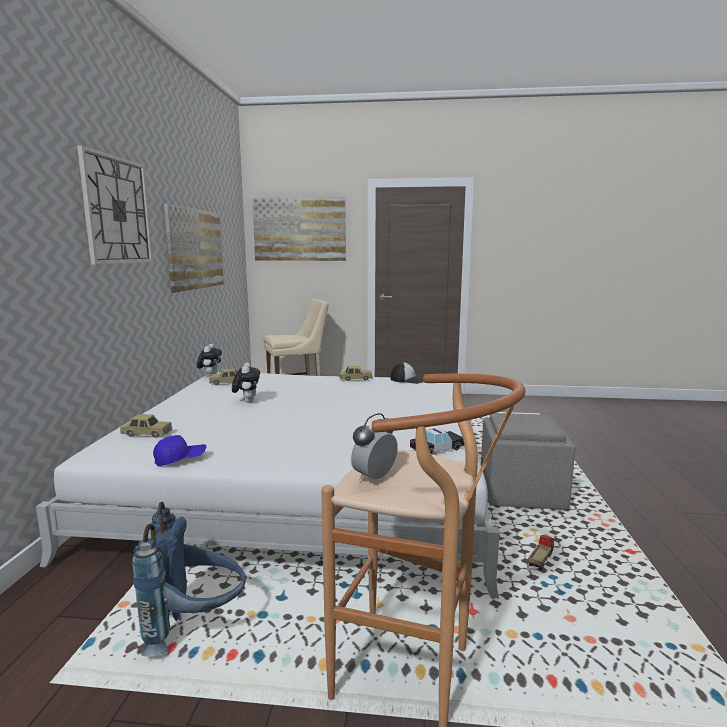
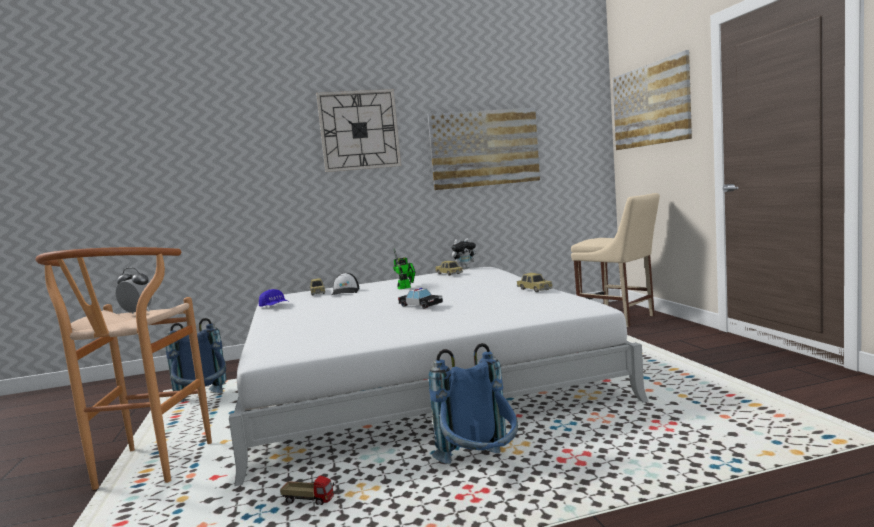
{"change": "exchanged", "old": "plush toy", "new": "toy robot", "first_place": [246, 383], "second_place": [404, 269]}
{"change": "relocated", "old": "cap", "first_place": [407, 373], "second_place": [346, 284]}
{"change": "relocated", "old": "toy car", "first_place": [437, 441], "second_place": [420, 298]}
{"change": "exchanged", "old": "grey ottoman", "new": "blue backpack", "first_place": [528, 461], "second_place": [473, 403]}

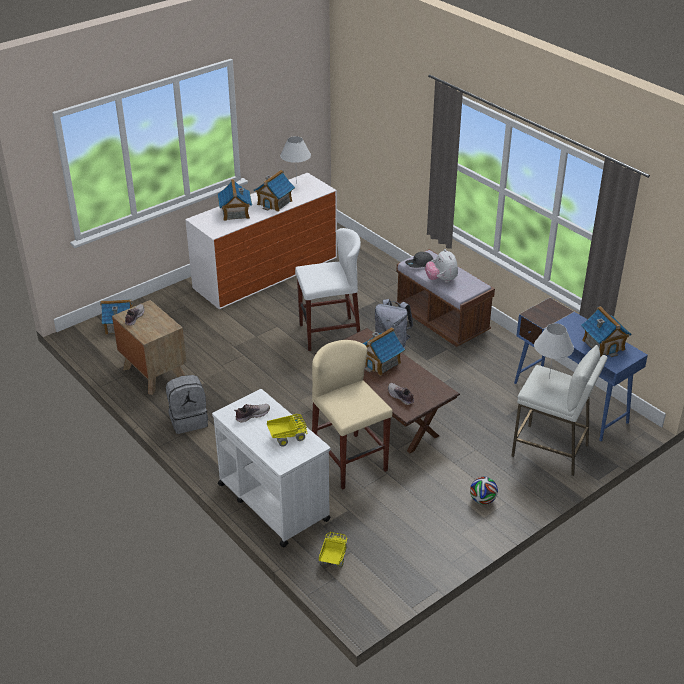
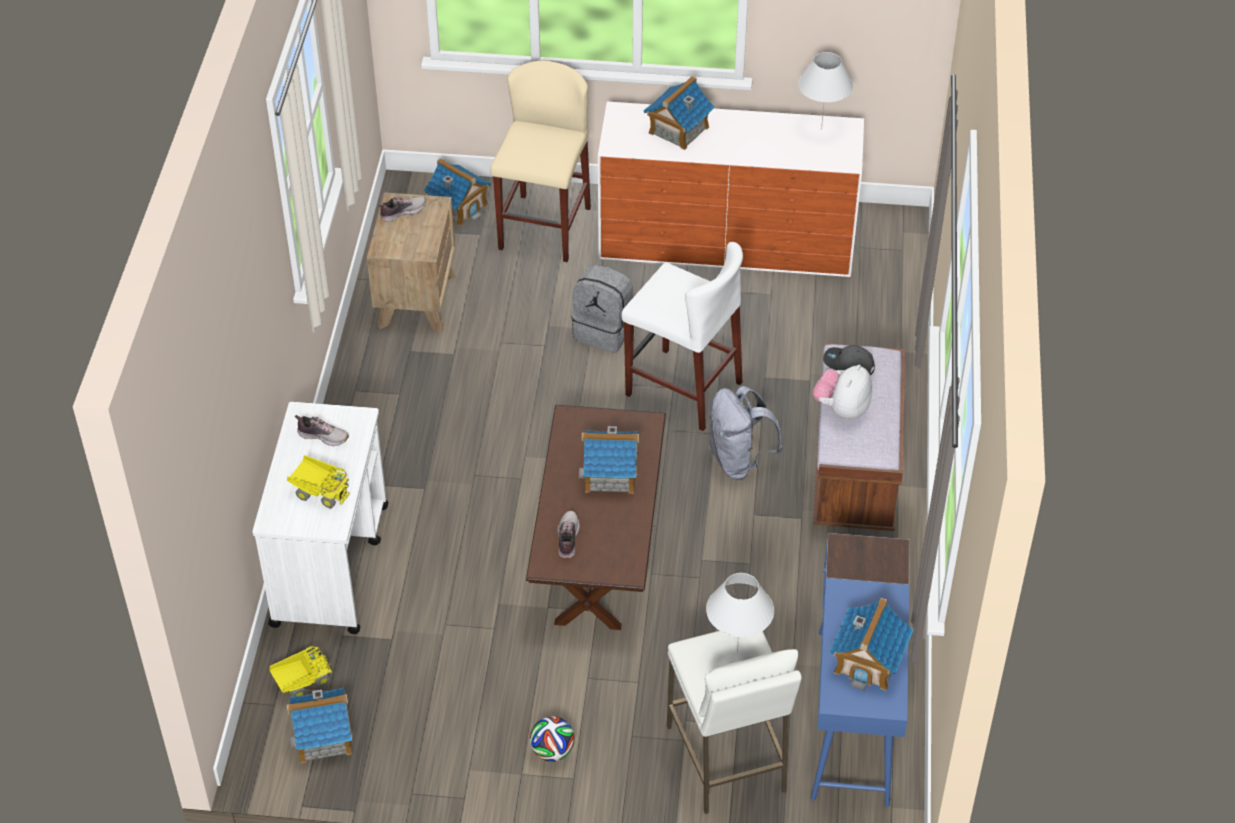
{"change": "relocated", "old": "grey backpack", "first_place": [187, 404], "second_place": [602, 309]}
{"change": "relocated", "old": "toy house", "first_place": [274, 191], "second_place": [319, 725]}
{"change": "relocated", "old": "beige stool", "first_place": [352, 415], "second_place": [540, 161]}

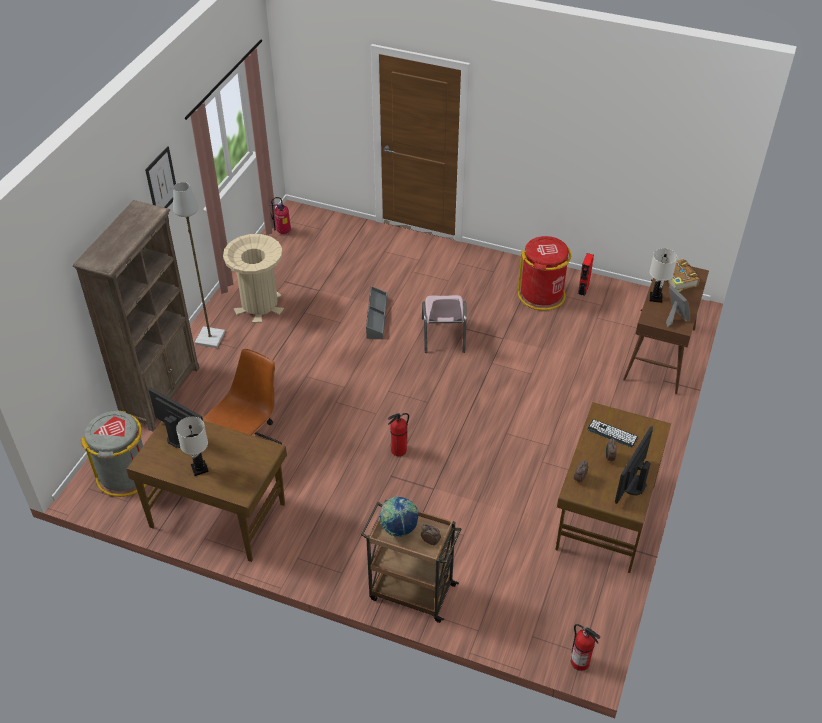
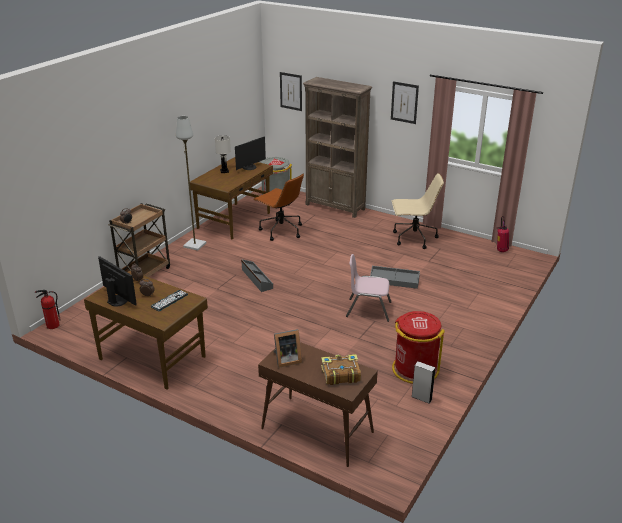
{"change": "relocated", "old": "grey floor lamp", "first_place": [199, 265], "second_place": [191, 183]}
{"change": "exchanged", "old": "beige trash can", "new": "beige office chair", "first_place": [253, 278], "second_place": [418, 211]}
{"change": "missing", "old": "globe", "first_place": [399, 516]}
{"change": "exchanged", "old": "fire extinguisher", "new": "grey storage box", "first_place": [398, 434], "second_place": [257, 275]}
{"change": "colour", "old": "red speaker", "new": "grey speaker", "first_place": [586, 274], "second_place": [424, 382]}
{"change": "missing", "old": "white table lamp", "first_place": [663, 275]}
{"change": "appeared", "new": "picture", "second_place": [291, 91]}

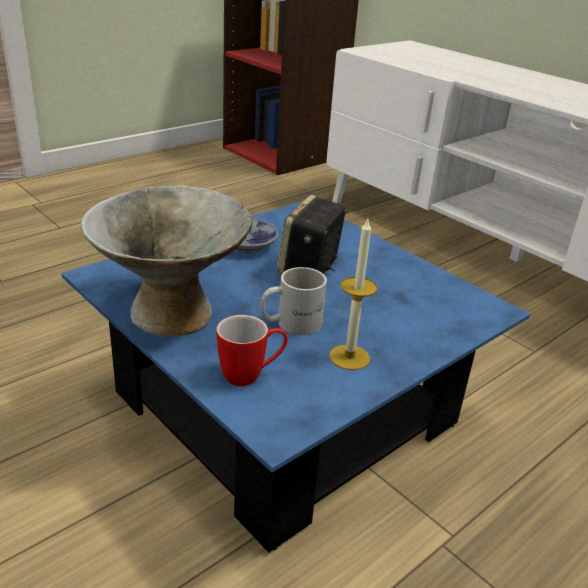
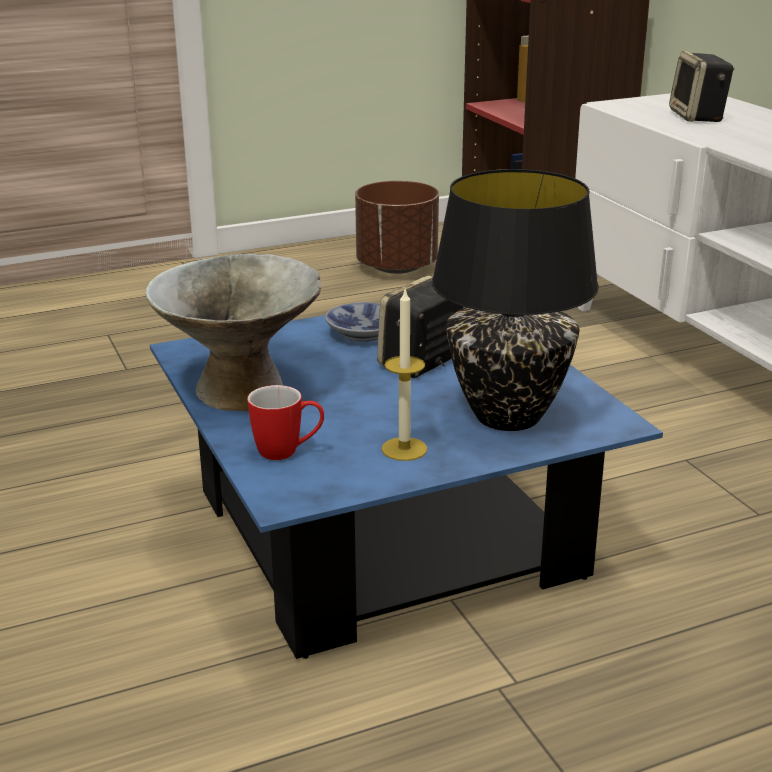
{"change": "missing", "old": "white mug", "first_place": [293, 301]}
{"change": "appeared", "new": "brown planter", "second_place": [397, 227]}
{"change": "appeared", "new": "black table lamp", "second_place": [515, 300]}
{"change": "appeared", "new": "speaker", "second_place": [701, 86]}

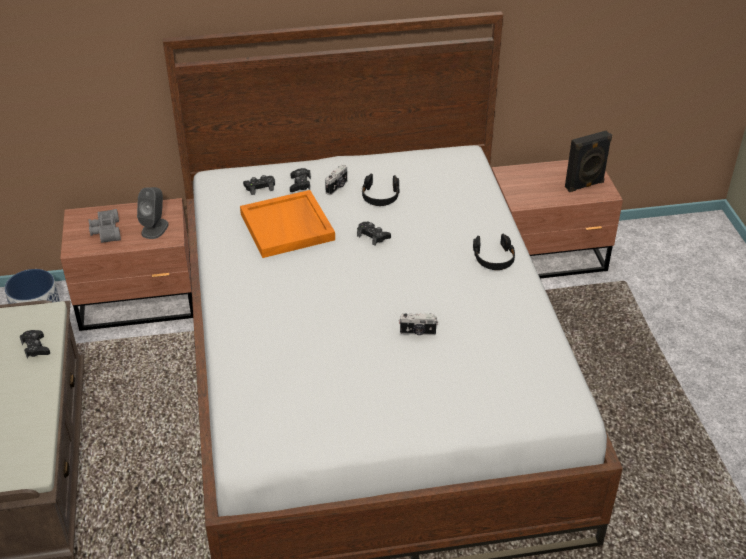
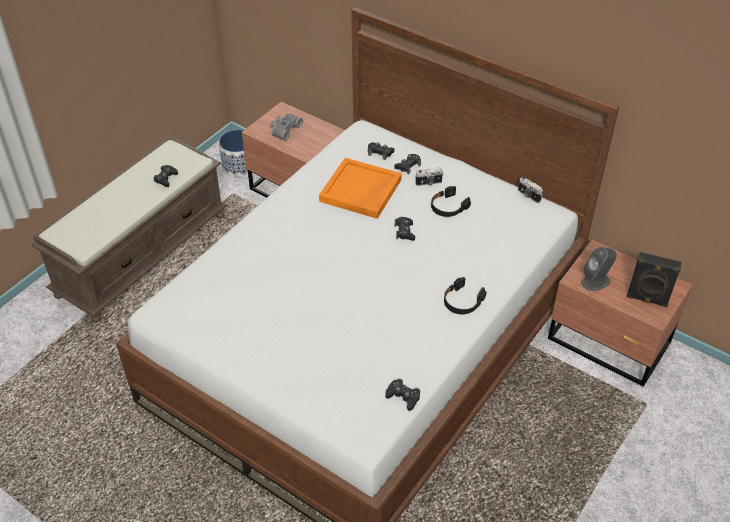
{"change": "relocated", "old": "grey speaker", "first_place": [152, 213], "second_place": [599, 269]}
{"change": "relocated", "old": "photo camera", "first_place": [418, 324], "second_place": [530, 190]}
{"change": "appeared", "new": "black game controller", "second_place": [402, 395]}

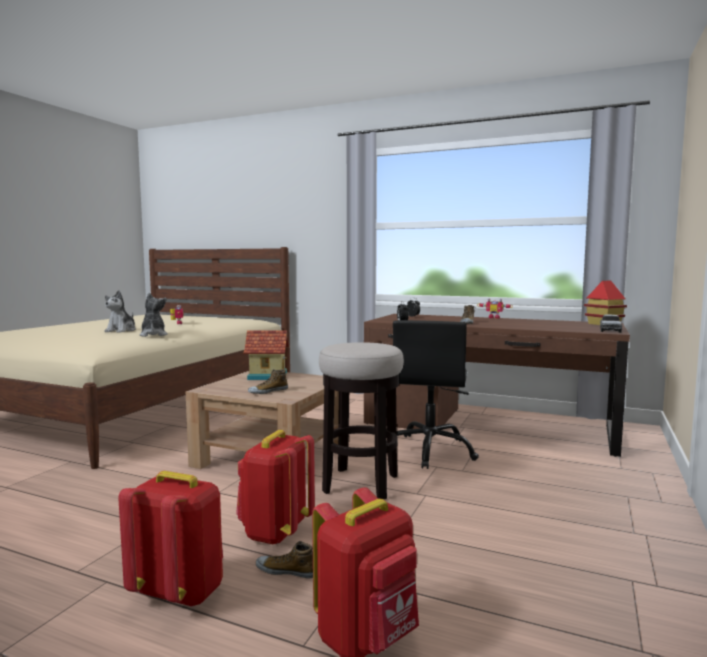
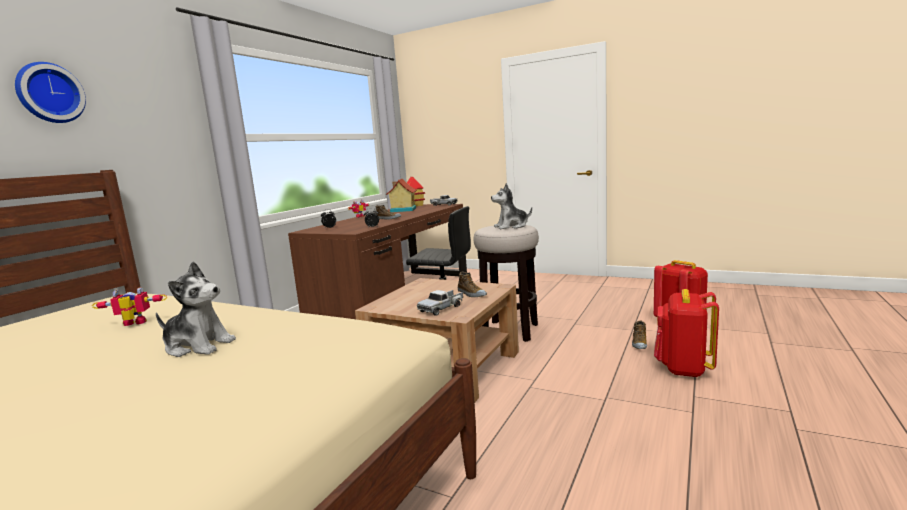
{"change": "relocated", "old": "plush toy", "first_place": [153, 315], "second_place": [511, 206]}
{"change": "missing", "old": "red backpack", "first_place": [275, 487]}
{"change": "relocated", "old": "toy house", "first_place": [266, 355], "second_place": [401, 195]}
{"change": "appeared", "new": "wall clock", "second_place": [50, 92]}
{"change": "appeared", "new": "toy truck", "second_place": [440, 303]}

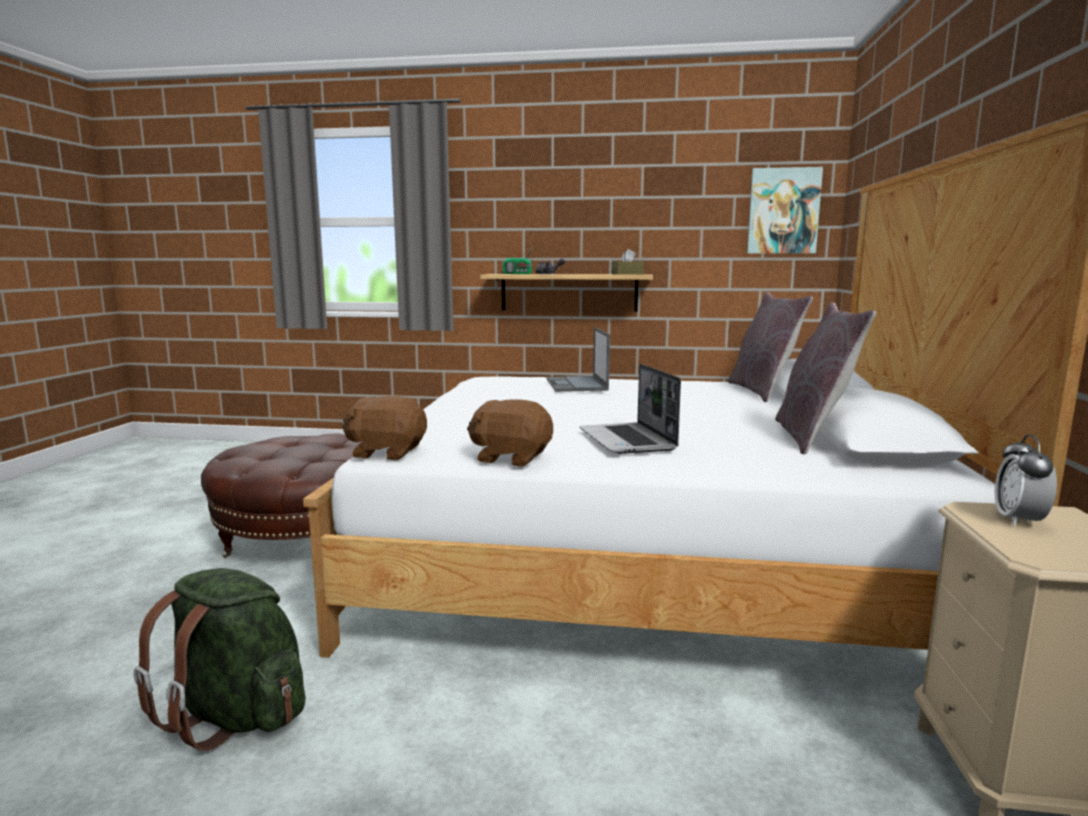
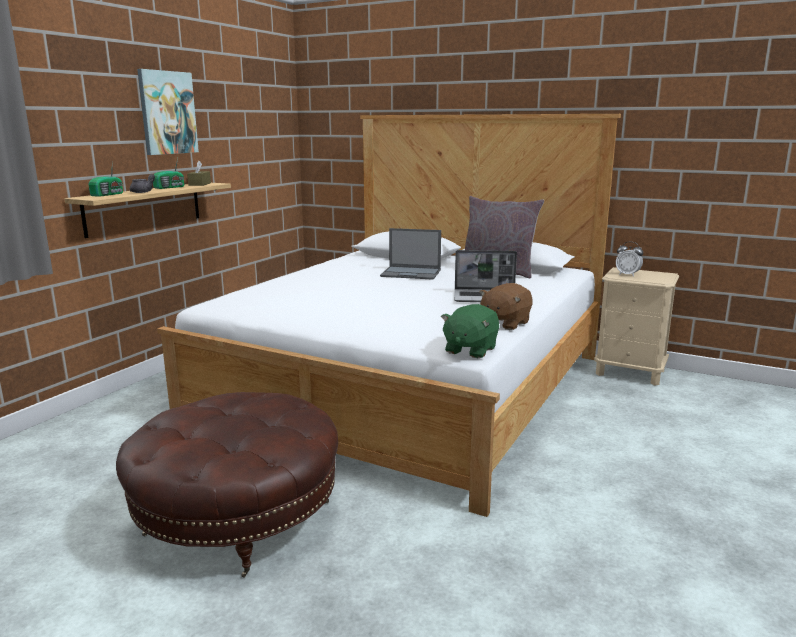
{"change": "missing", "old": "green backpack", "first_place": [219, 659]}
{"change": "colour", "old": "brown plush toy", "new": "green plush toy", "first_place": [384, 428], "second_place": [470, 331]}
{"change": "relocated", "old": "laptop", "first_place": [578, 359], "second_place": [410, 254]}
{"change": "missing", "old": "grey pillow", "first_place": [770, 347]}
{"change": "relocated", "old": "picture", "first_place": [785, 210], "second_place": [168, 112]}
{"change": "appeared", "new": "radio", "second_place": [168, 173]}

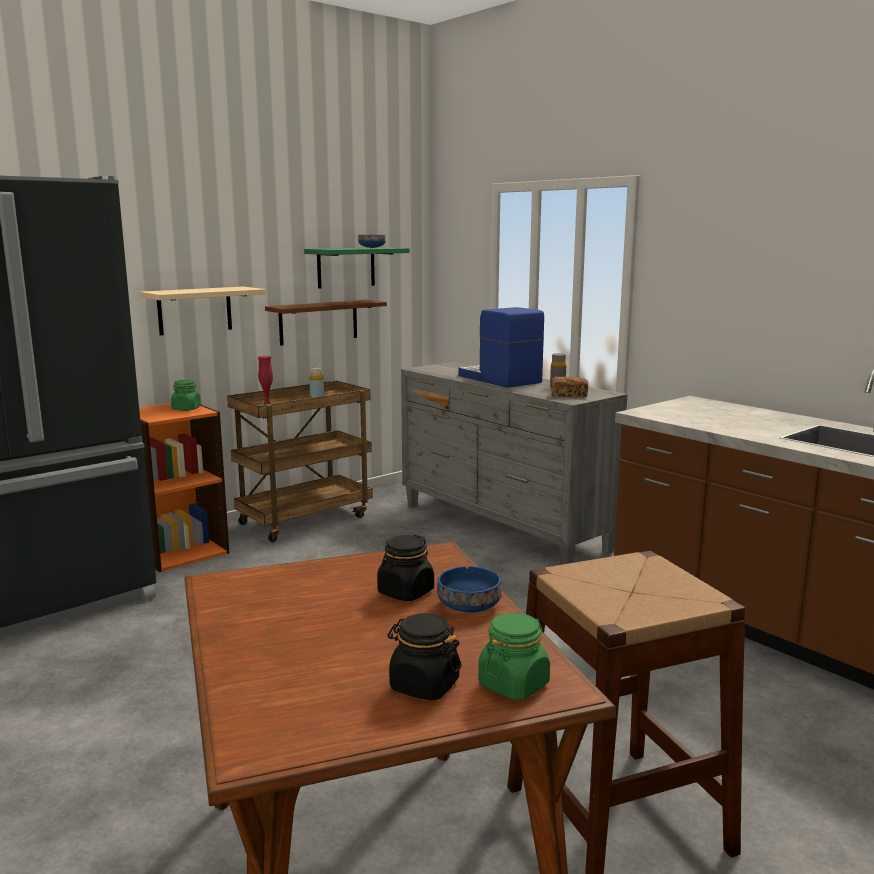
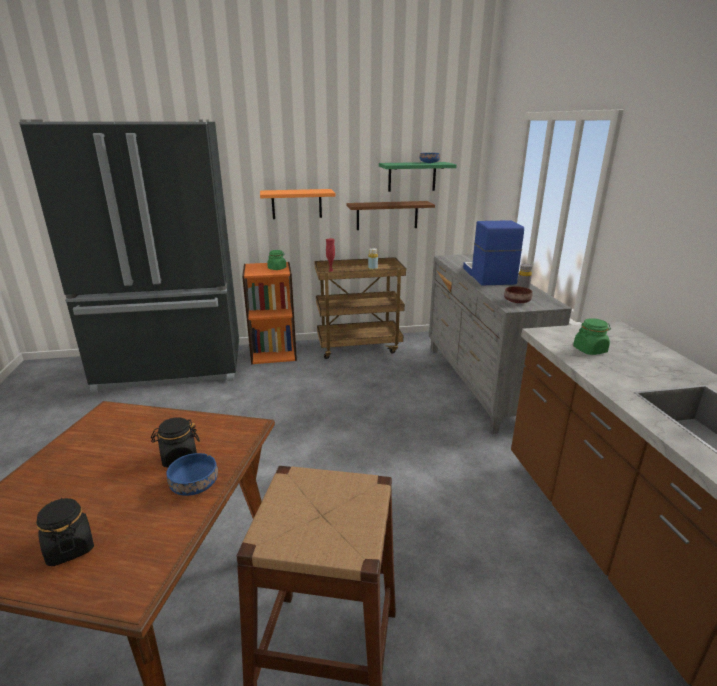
{"change": "colour", "old": "beige shelf", "new": "orange shelf", "first_place": [203, 311], "second_place": [297, 204]}
{"change": "relocated", "old": "green jar", "first_place": [514, 656], "second_place": [592, 336]}
{"change": "exchanged", "old": "bread", "new": "brown bowl", "first_place": [569, 387], "second_place": [518, 294]}

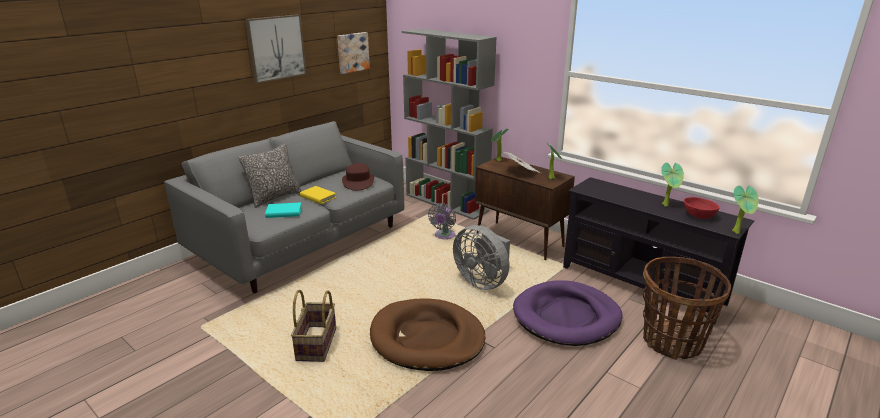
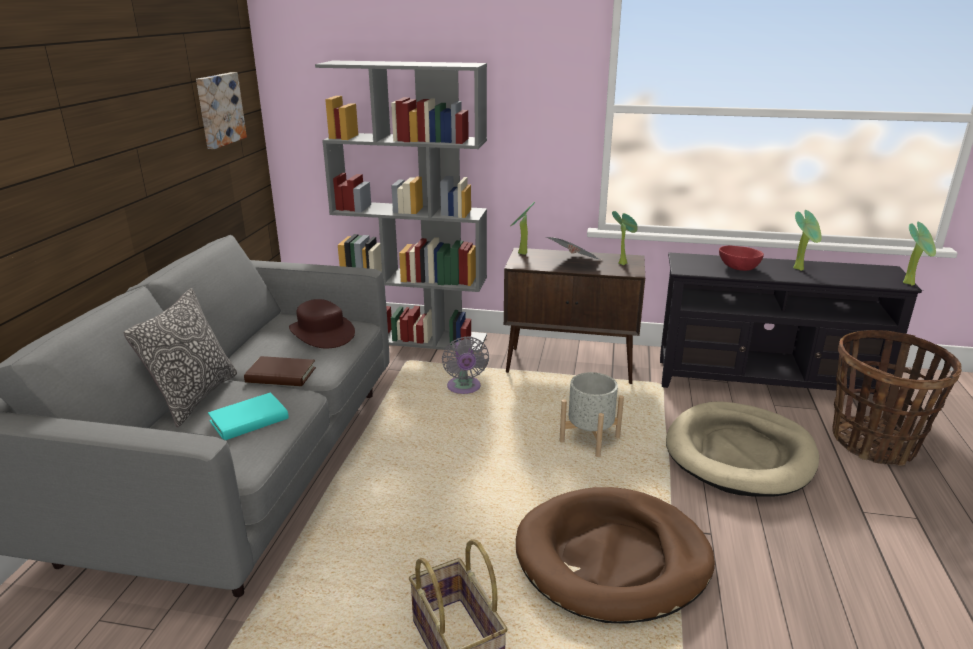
{"change": "missing", "old": "picture", "first_place": [276, 49]}
{"change": "colour", "old": "yellow book", "new": "brown book", "first_place": [318, 195], "second_place": [280, 371]}
{"change": "exchanged", "old": "grey fan", "new": "grey planter", "first_place": [481, 257], "second_place": [591, 414]}
{"change": "colour", "old": "purple dog bed", "new": "beige dog bed", "first_place": [568, 313], "second_place": [742, 449]}
{"change": "relocated", "old": "red bowl", "first_place": [702, 208], "second_place": [741, 258]}

